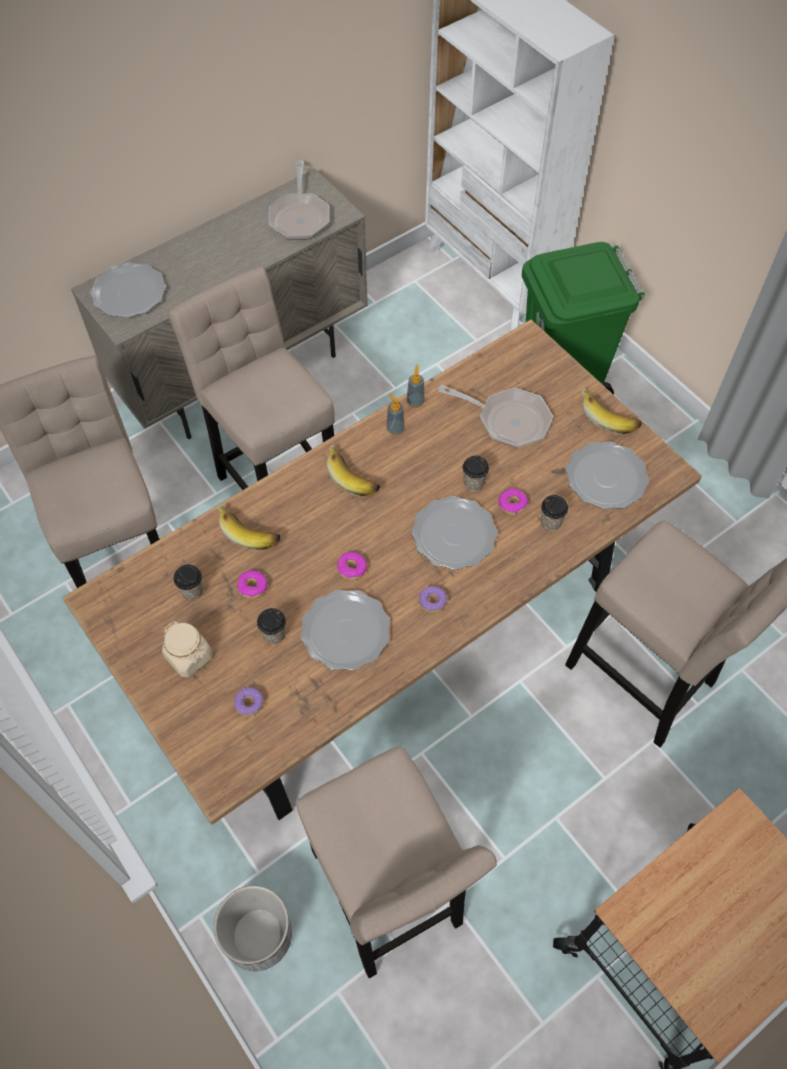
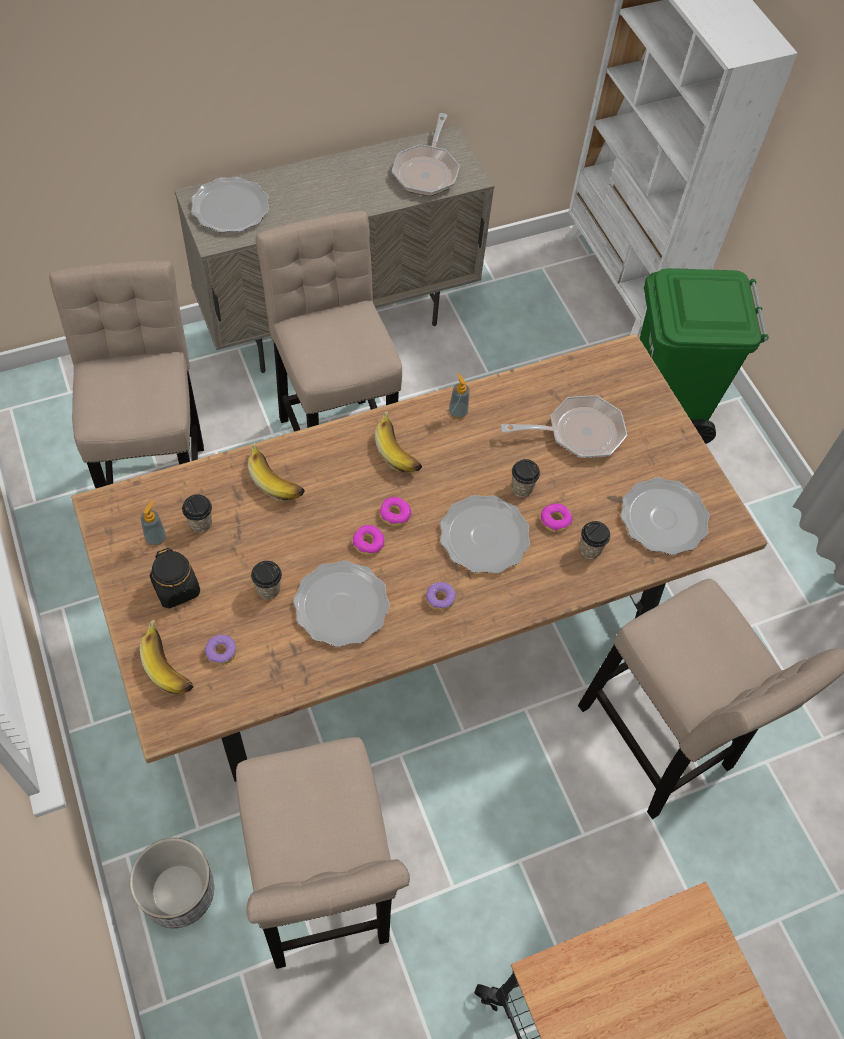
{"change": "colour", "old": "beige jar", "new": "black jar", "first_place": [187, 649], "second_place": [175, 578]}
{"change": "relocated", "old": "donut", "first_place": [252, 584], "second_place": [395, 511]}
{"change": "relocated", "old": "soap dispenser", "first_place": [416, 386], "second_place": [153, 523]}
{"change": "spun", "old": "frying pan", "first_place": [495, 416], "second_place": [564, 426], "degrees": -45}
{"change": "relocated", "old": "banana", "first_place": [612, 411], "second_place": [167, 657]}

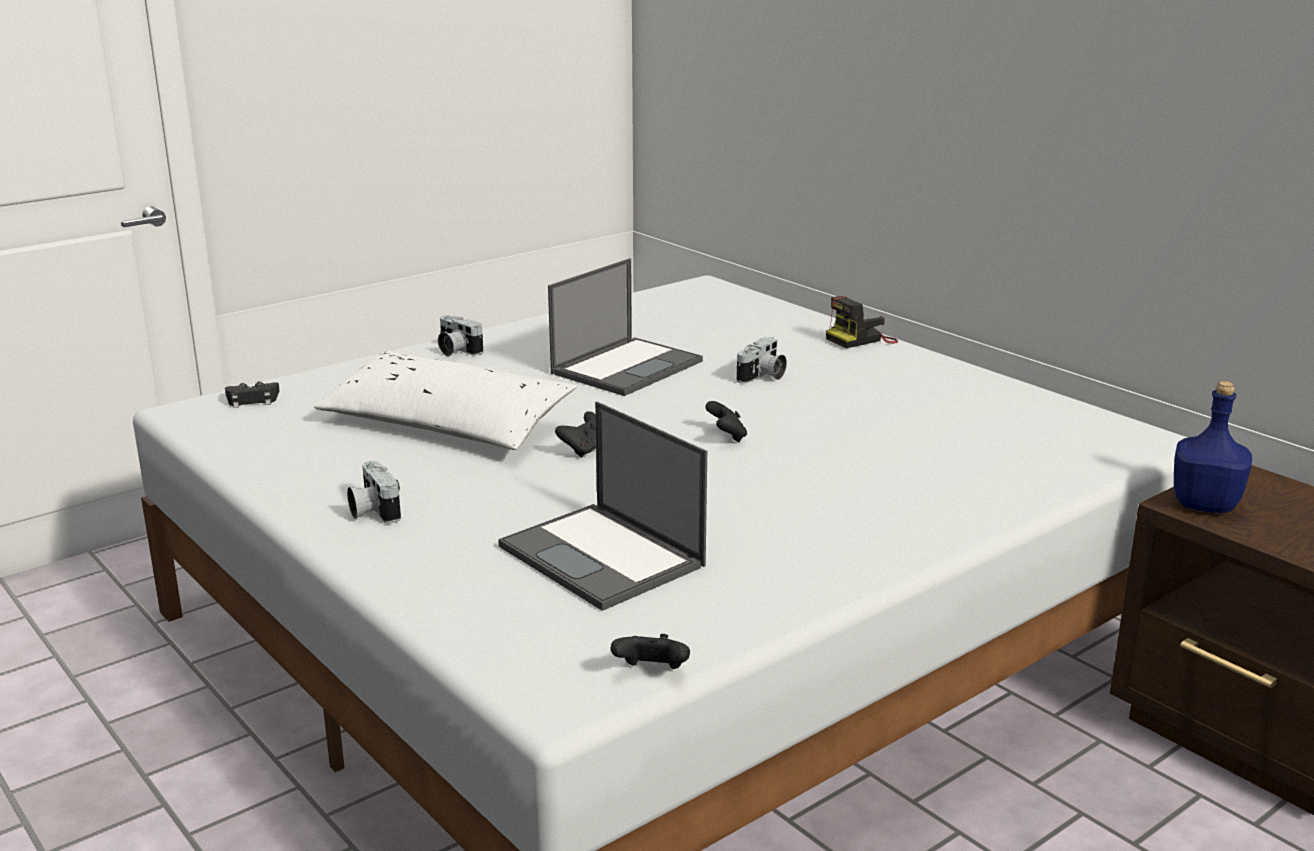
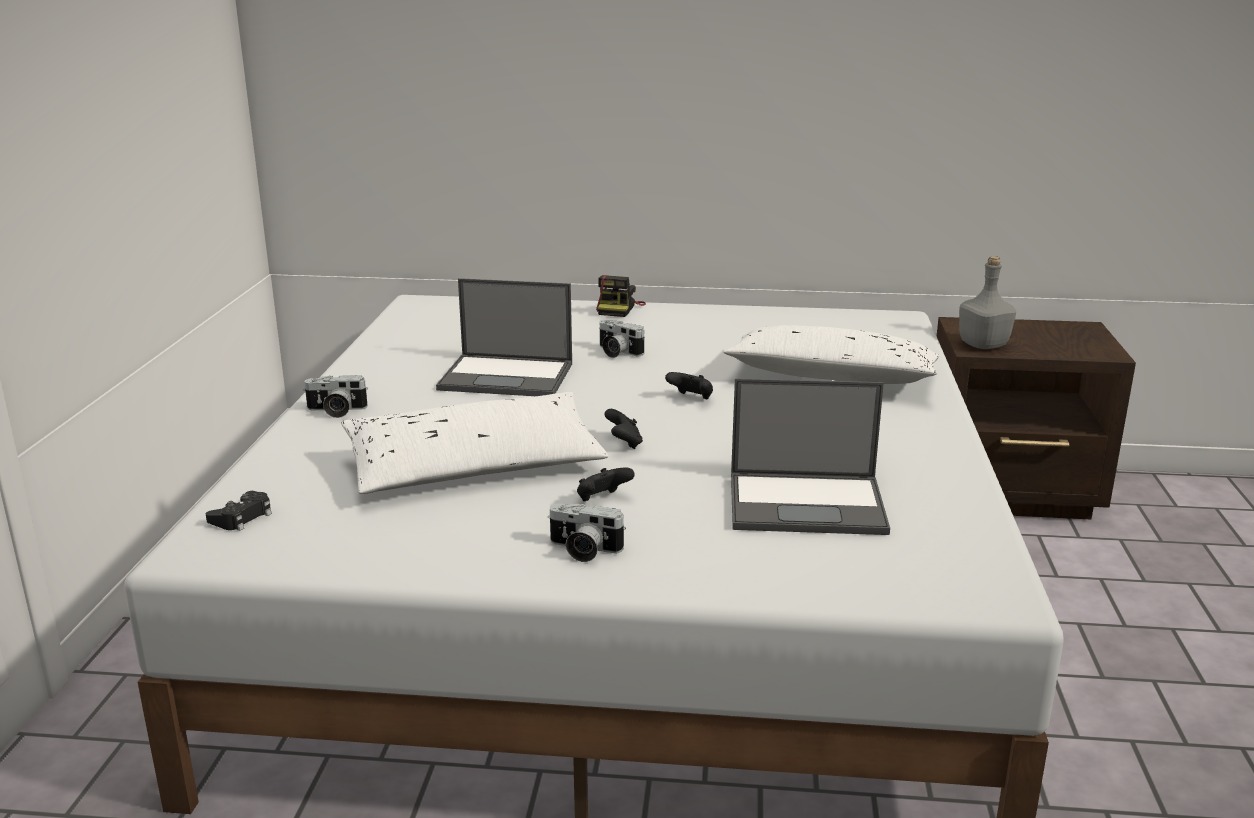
{"change": "spun", "old": "laptop", "first_place": [625, 327], "second_place": [504, 337], "degrees": 105}
{"change": "relocated", "old": "black game controller", "first_place": [650, 651], "second_place": [606, 484]}
{"change": "spun", "old": "photo camera", "first_place": [762, 360], "second_place": [622, 339], "degrees": 135}
{"change": "colour", "old": "blue bottle", "new": "grey bottle", "first_place": [1213, 447], "second_place": [987, 302]}
{"change": "appeared", "new": "white pillow", "second_place": [831, 354]}

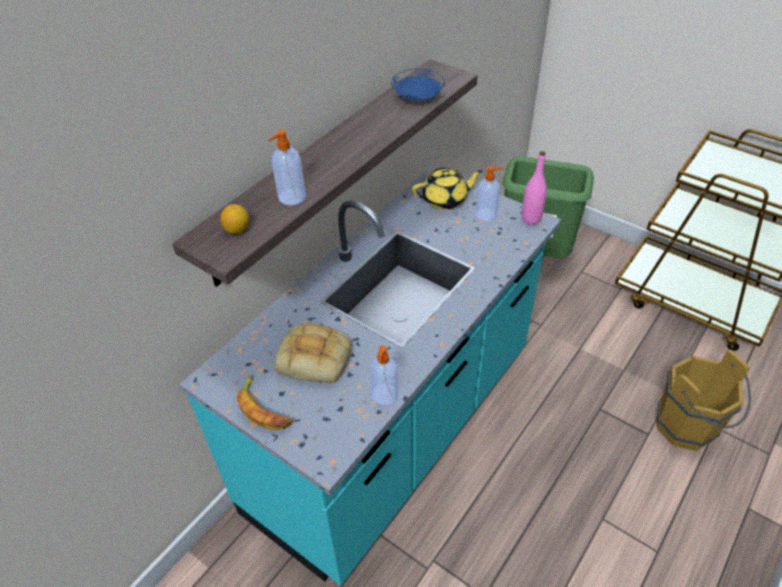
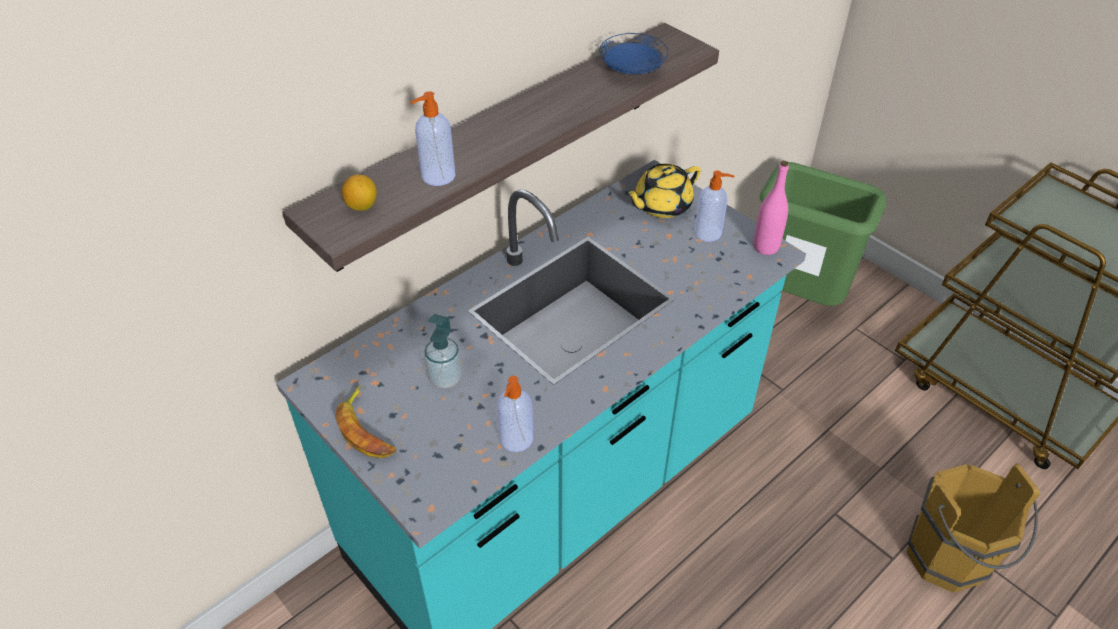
{"change": "exchanged", "old": "bread", "new": "soap dispenser", "first_place": [313, 353], "second_place": [443, 351]}
{"change": "spun", "old": "yellow teapot", "first_place": [447, 188], "second_place": [663, 191], "degrees": 150}

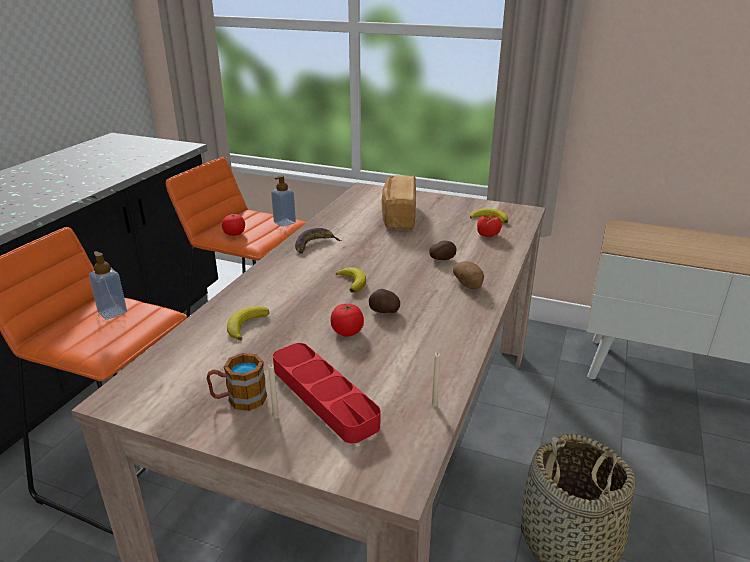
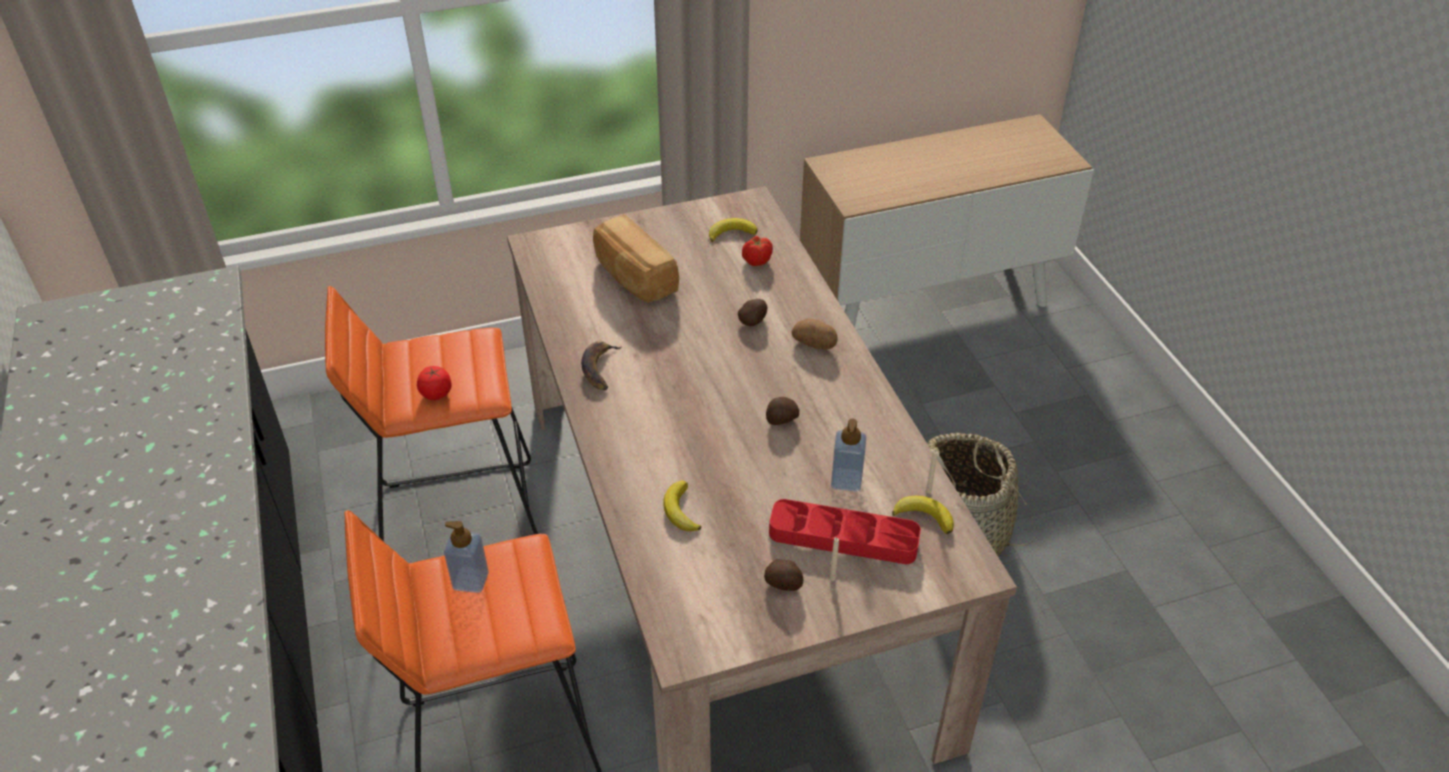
{"change": "exchanged", "old": "mug", "new": "potato", "first_place": [237, 382], "second_place": [783, 575]}
{"change": "relocated", "old": "soap dispenser", "first_place": [283, 201], "second_place": [848, 455]}
{"change": "missing", "old": "tomato", "first_place": [347, 320]}
{"change": "relocated", "old": "banana", "first_place": [351, 280], "second_place": [923, 515]}

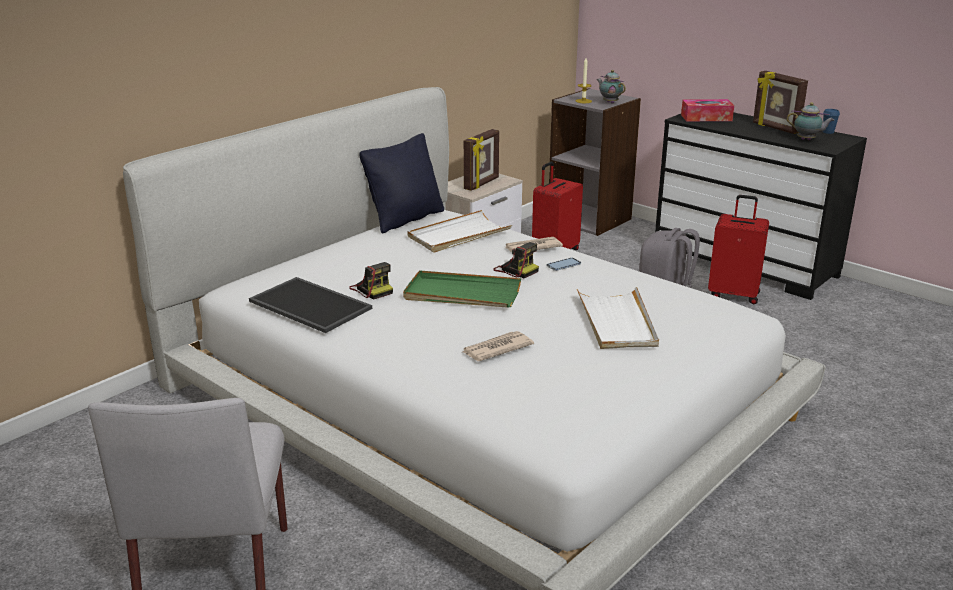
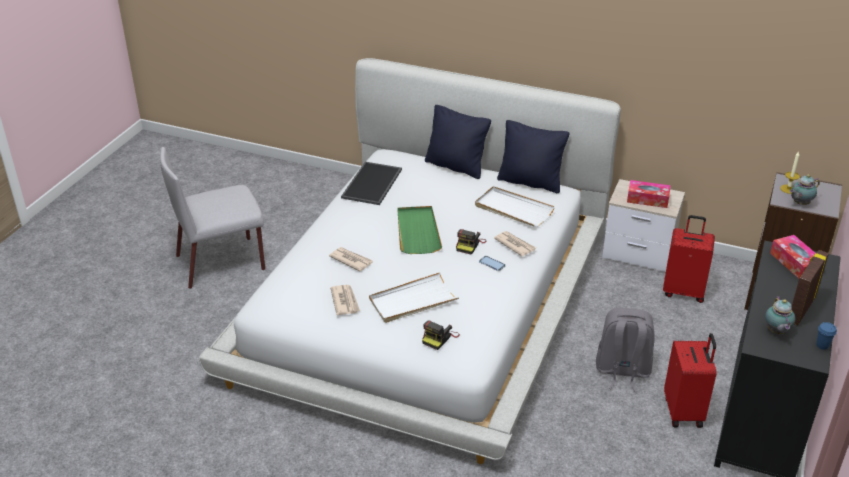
{"change": "relocated", "old": "photo camera", "first_place": [371, 281], "second_place": [441, 335]}
{"change": "exchanged", "old": "picture frame", "new": "tissue box", "first_place": [481, 160], "second_place": [649, 194]}
{"change": "spun", "old": "teapot", "first_place": [611, 87], "second_place": [805, 189], "degrees": -150}
{"change": "appeared", "new": "newspaper", "second_place": [345, 300]}
{"change": "appeared", "new": "black pillow", "second_place": [458, 142]}

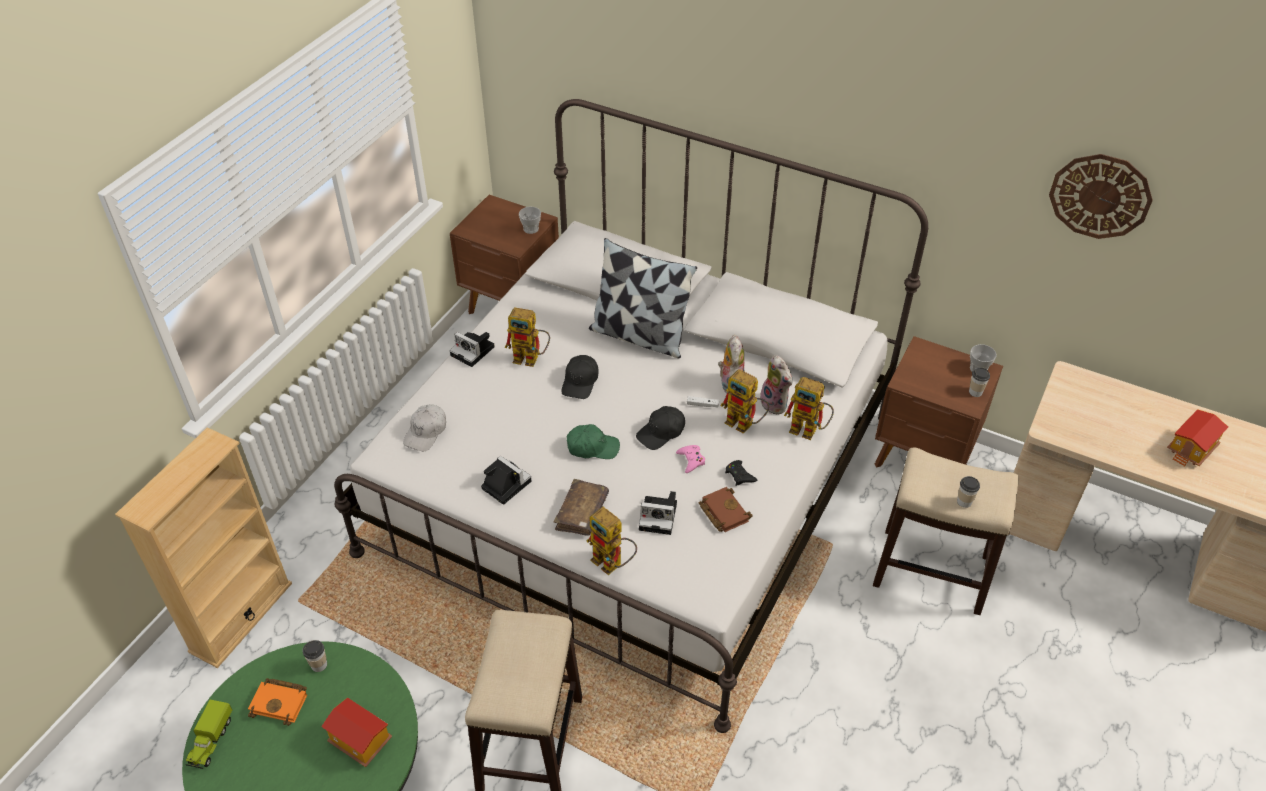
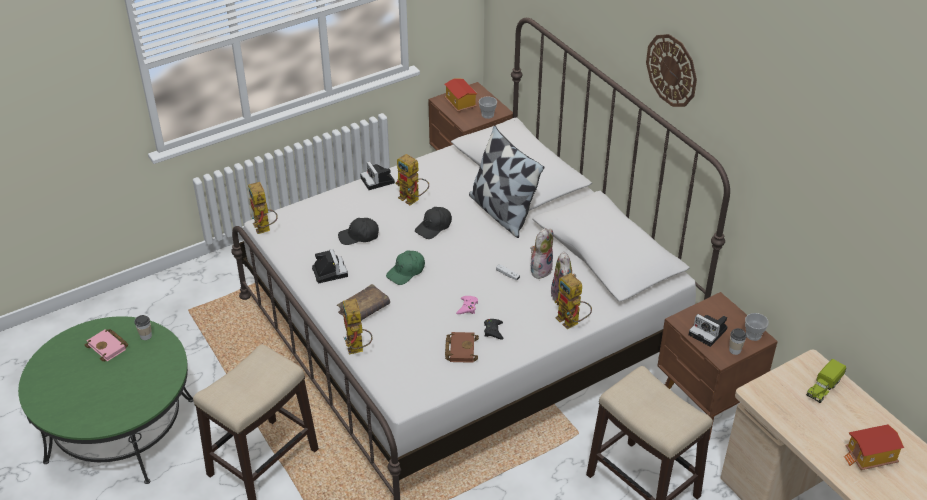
{"change": "missing", "old": "beige bookcase", "first_place": [203, 547]}
{"change": "relocated", "old": "toy truck", "first_place": [209, 734], "second_place": [826, 381]}
{"change": "colour", "old": "orange book", "new": "pink book", "first_place": [277, 702], "second_place": [106, 345]}
{"change": "relocated", "old": "toy house", "first_place": [356, 732], "second_place": [461, 95]}
{"change": "missing", "old": "white cap", "first_place": [424, 427]}
{"change": "spun", "old": "green cap", "first_place": [593, 441], "second_place": [405, 267], "degrees": 105}
{"change": "relocated", "old": "black cap", "first_place": [660, 428], "second_place": [358, 231]}
{"change": "relocated", "old": "photo camera", "first_place": [658, 513], "second_place": [708, 330]}
{"change": "relocated", "old": "toy robot", "first_place": [745, 401], "second_place": [263, 208]}
{"change": "missing", "old": "cup", "first_place": [968, 492]}
{"change": "relocated", "old": "wall clock", "first_place": [1101, 196], "second_place": [671, 70]}

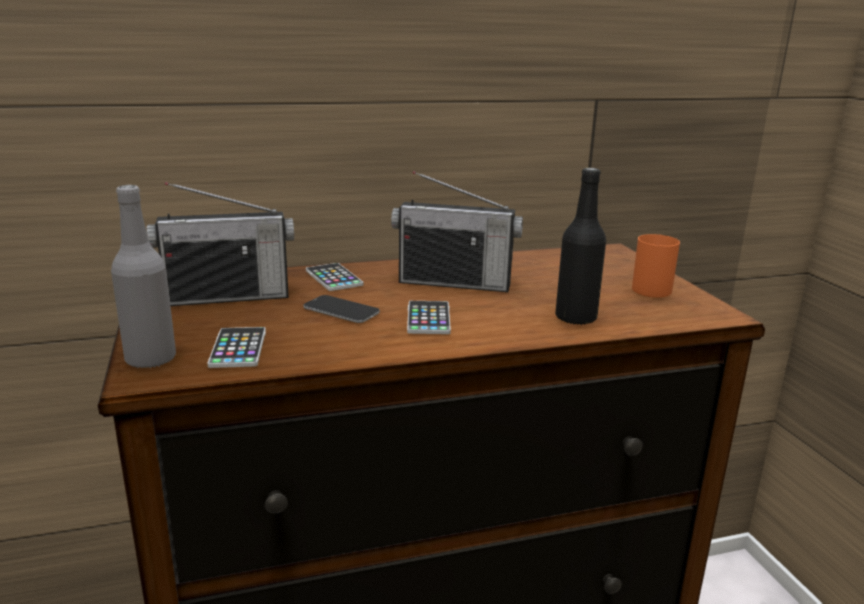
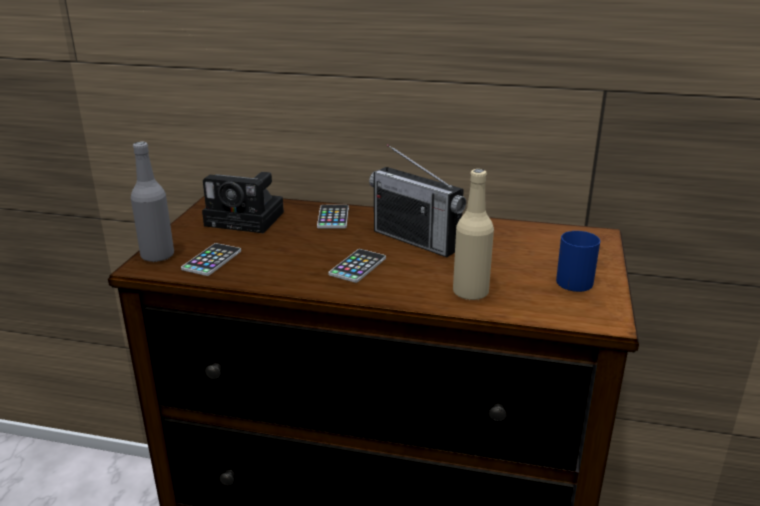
{"change": "exchanged", "old": "radio", "new": "photo camera", "first_place": [220, 244], "second_place": [243, 202]}
{"change": "missing", "old": "phone", "first_place": [341, 309]}
{"change": "colour", "old": "black bottle", "new": "beige bottle", "first_place": [580, 246], "second_place": [473, 234]}
{"change": "colour", "old": "orange mug", "new": "blue mug", "first_place": [656, 266], "second_place": [578, 261]}

